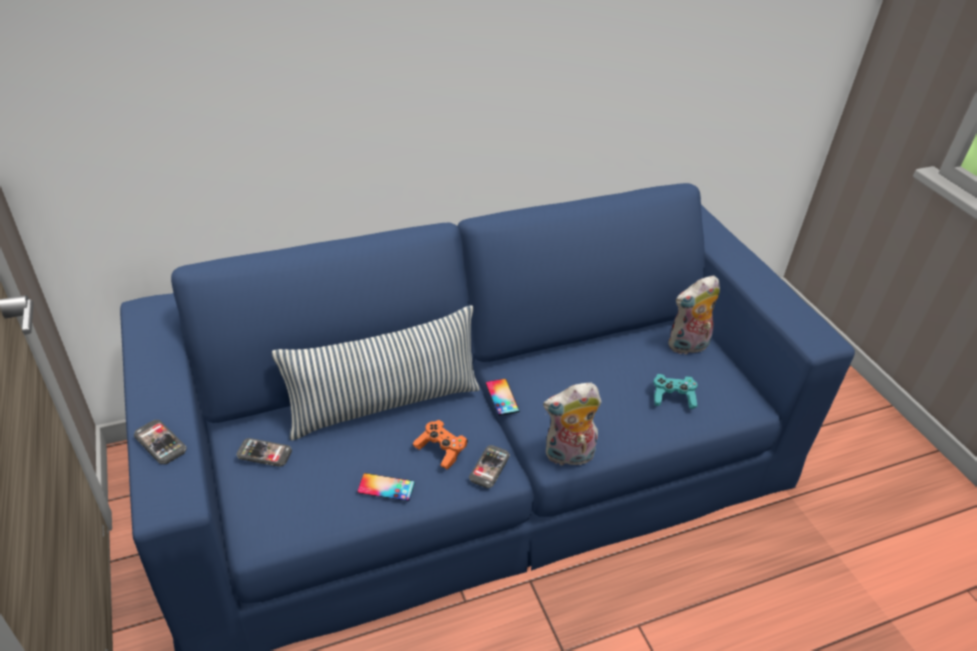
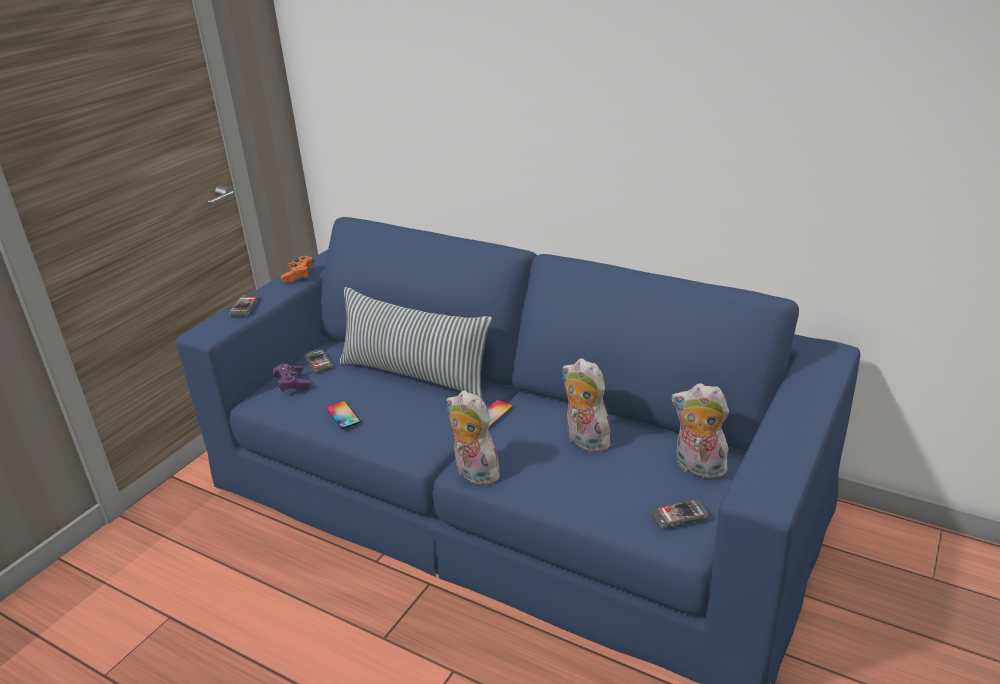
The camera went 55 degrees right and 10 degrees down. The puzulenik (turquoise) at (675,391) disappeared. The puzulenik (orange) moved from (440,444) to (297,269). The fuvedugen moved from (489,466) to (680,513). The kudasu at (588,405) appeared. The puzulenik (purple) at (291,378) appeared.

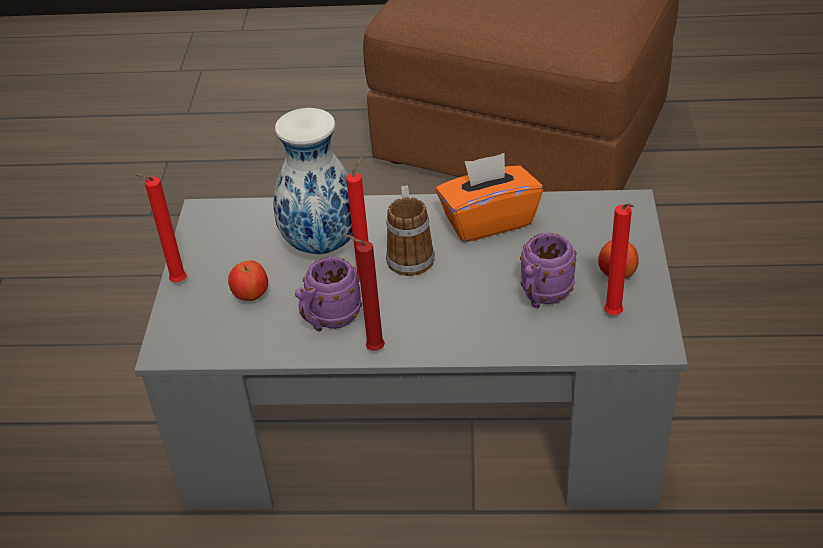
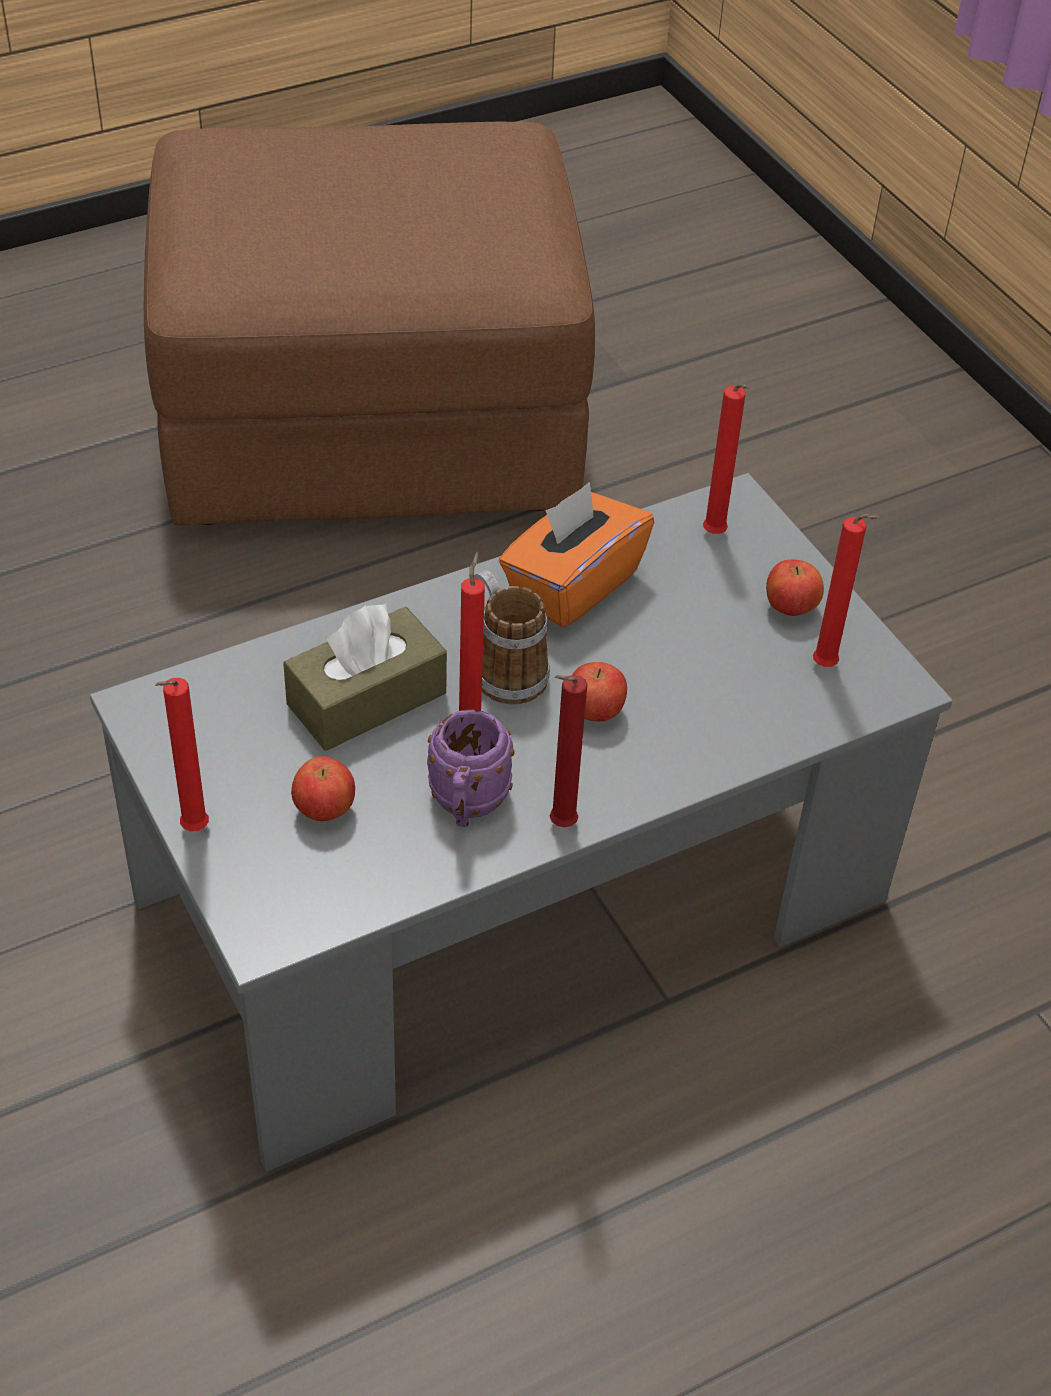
The camera went 35 degrees left and 5 degrees up. The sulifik at (313,181) was replaced by the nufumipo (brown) at (365,677). The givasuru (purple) at (548,270) disappeared. The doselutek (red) at (726,459) appeared. The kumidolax at (599,692) appeared.

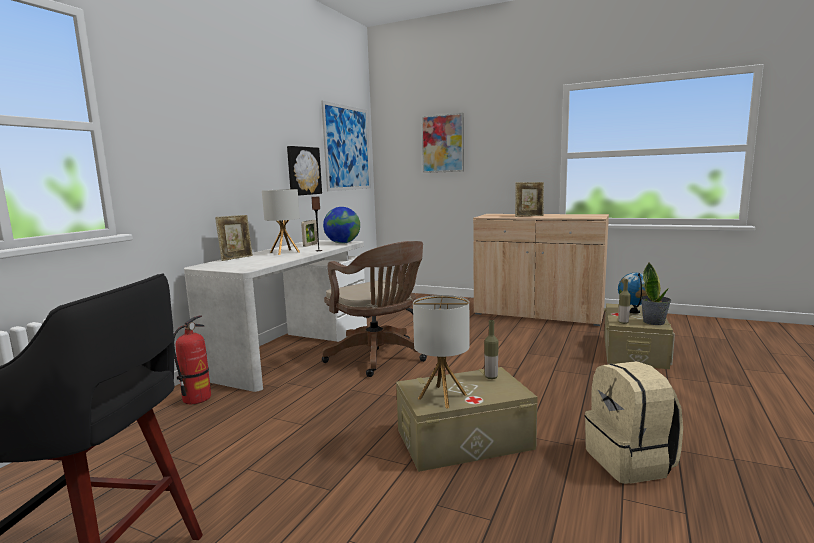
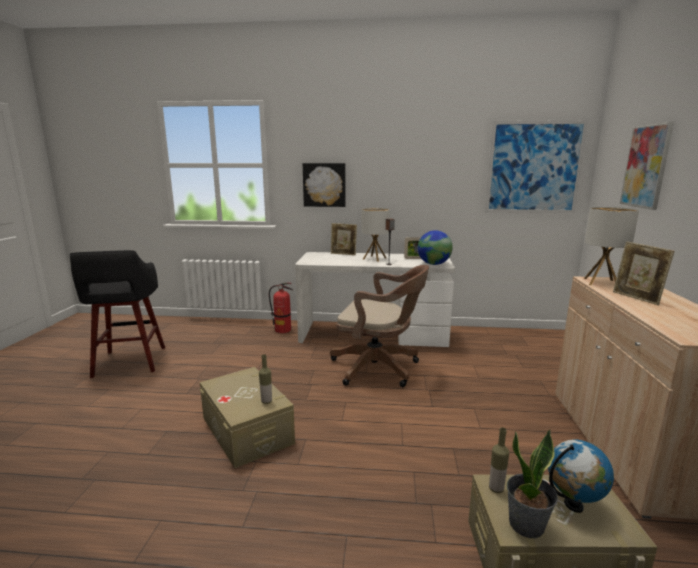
The camera went 70 degrees right and 5 degrees up. The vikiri moved from (304,171) to (324,185). The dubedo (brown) at (374,309) turned 105 degrees counterclockwise. The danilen moved from (441,352) to (611,246). The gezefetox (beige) at (634,422) disappeared.

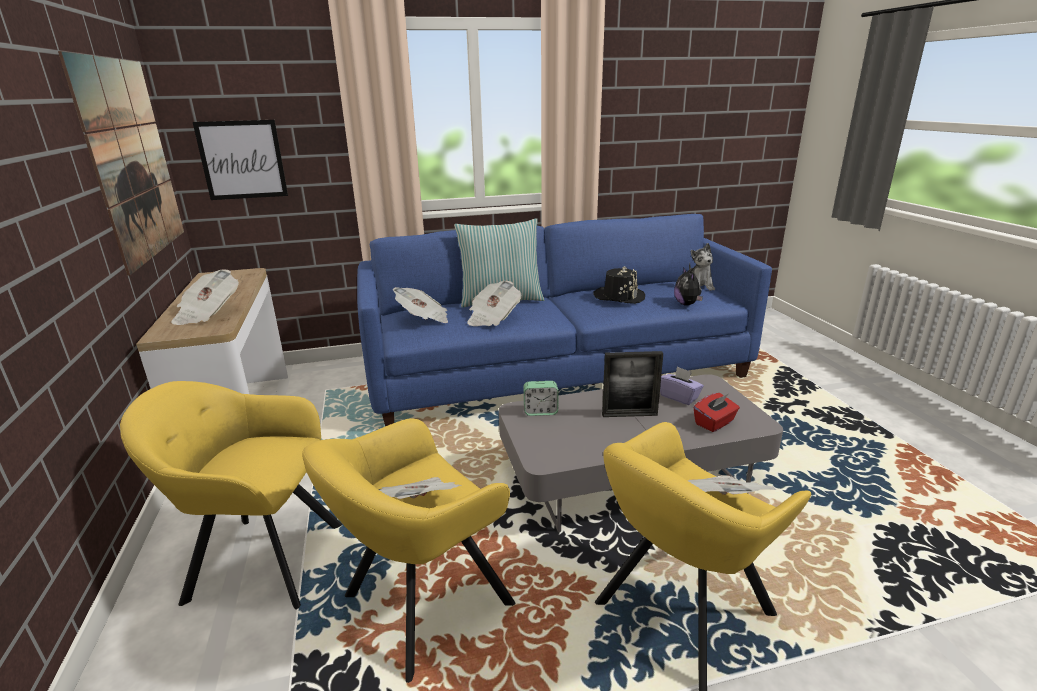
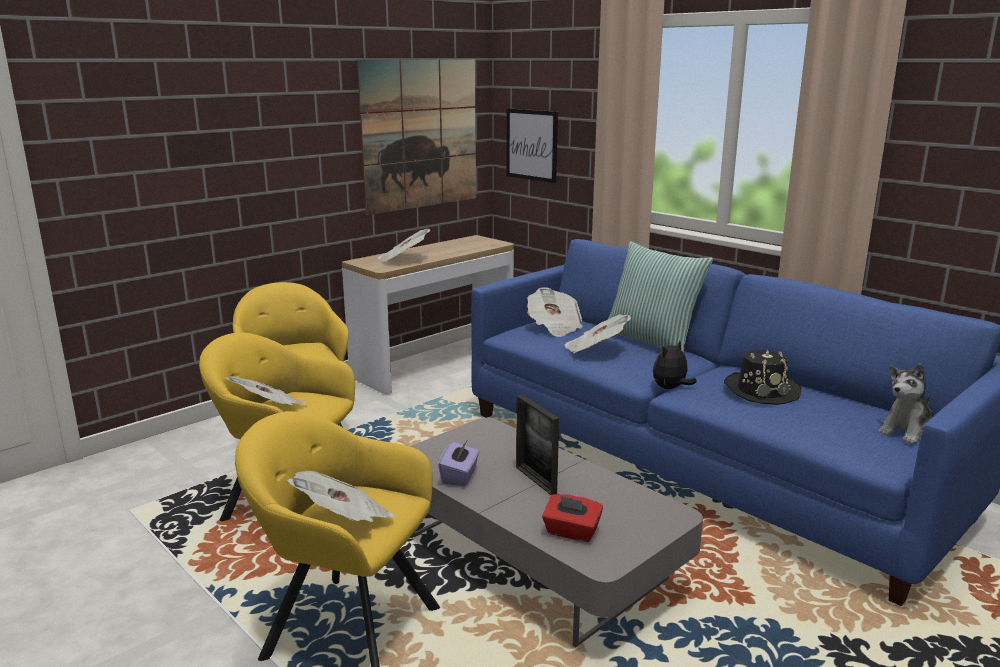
The camera went 60 degrees right and 5 degrees down. The kudasu moved from (688,286) to (675,364). The nufumipo (purple) moved from (682,386) to (458,463). The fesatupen at (541,398) disappeared.

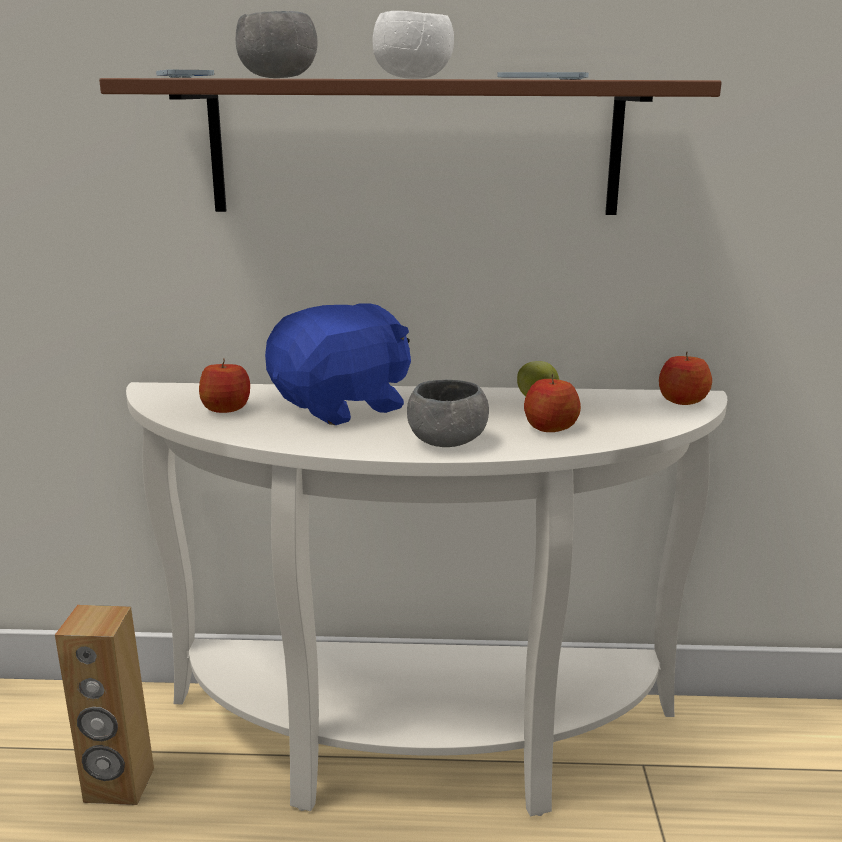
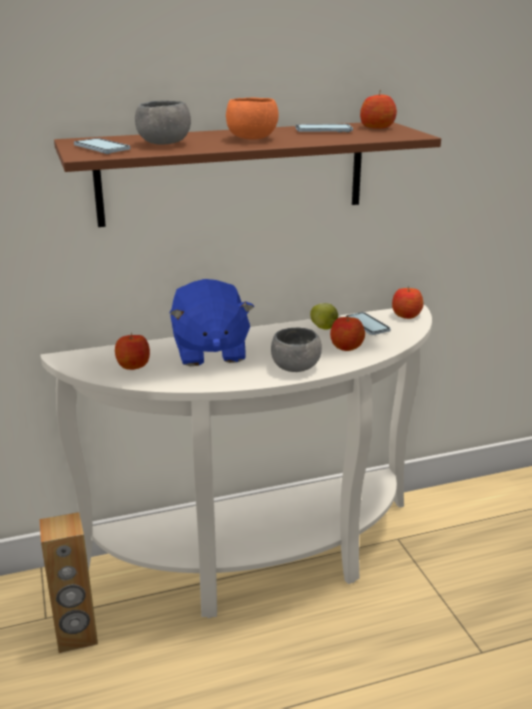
The camera went 20 degrees left and 5 degrees up. The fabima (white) at (413,45) became the fabima (orange) at (252,118). The kudasu (blue) at (338,364) turned 135 degrees clockwise. The kumidolax at (378,110) appeared. The fuvedugen at (368,323) appeared.

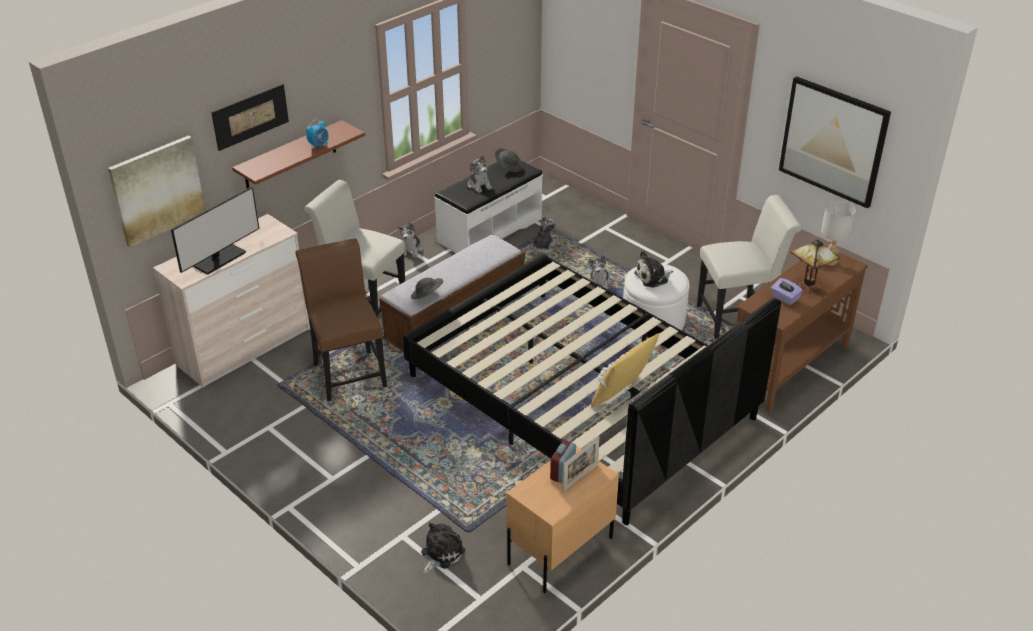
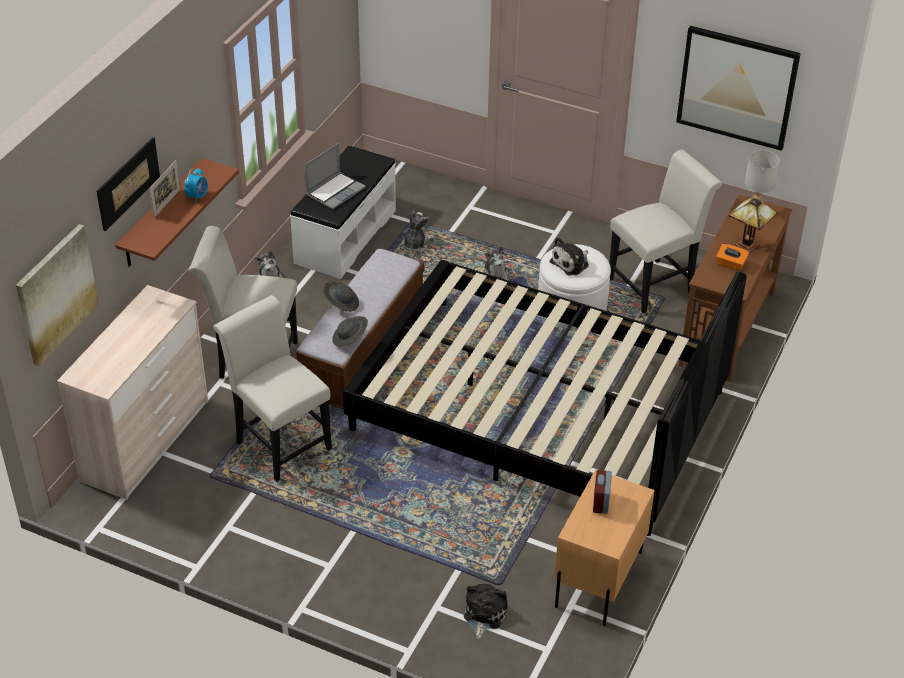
The camera went 20 degrees left and 5 degrees up. The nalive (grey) moved from (509,160) to (341,296). The kudasu at (480,174) was replaced by the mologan at (335,176). The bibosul at (215,230) disappeared. The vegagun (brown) at (341,319) became the vegagun (white) at (272,388). The nufumipo (purple) at (787,291) became the nufumipo (orange) at (732,257). The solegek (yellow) at (625,370) disappeared. The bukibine moved from (581,464) to (164,189).

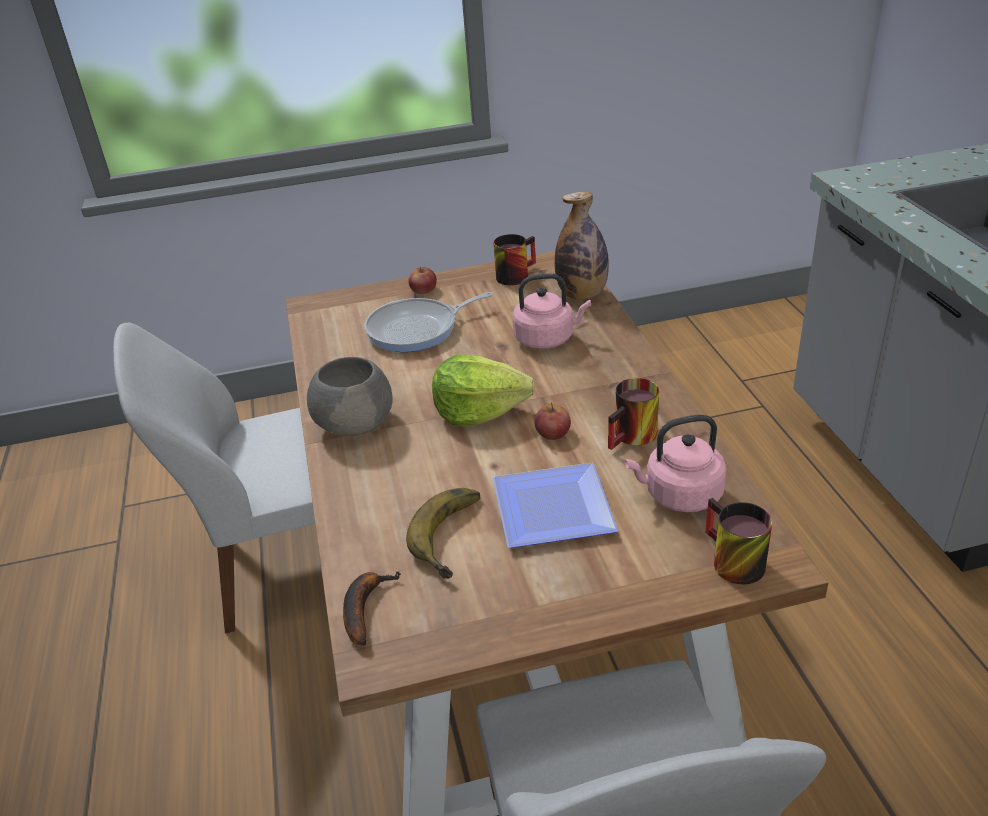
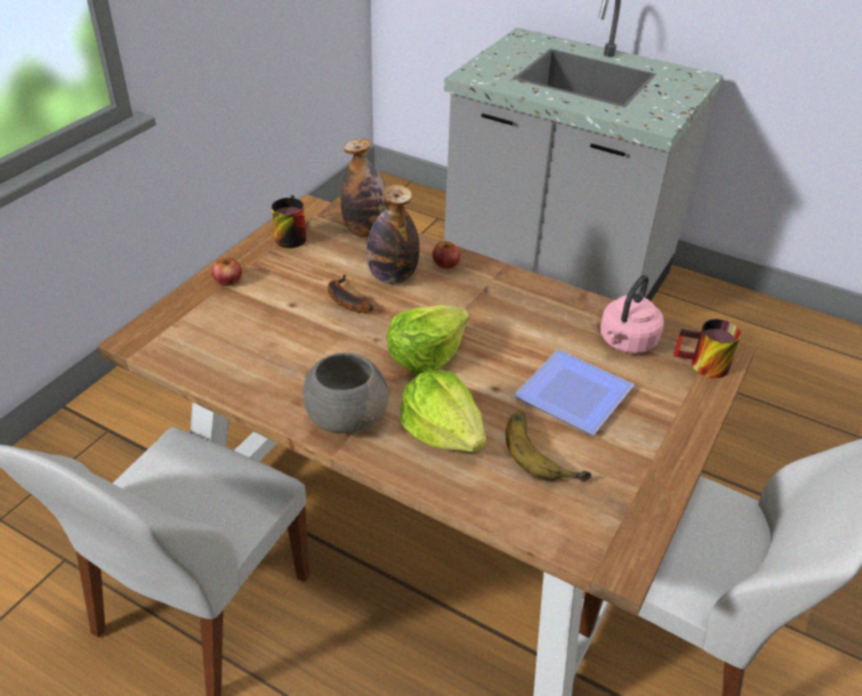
The camera went 50 degrees left and 5 degrees up. The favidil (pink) at (552,311) was replaced by the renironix at (393,234). The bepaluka at (428,322) disappeared. The givasuru at (633,414) disappeared. The kumidolax moved from (552,421) to (446,255). The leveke moved from (372,608) to (350,293). The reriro at (443,411) appeared.

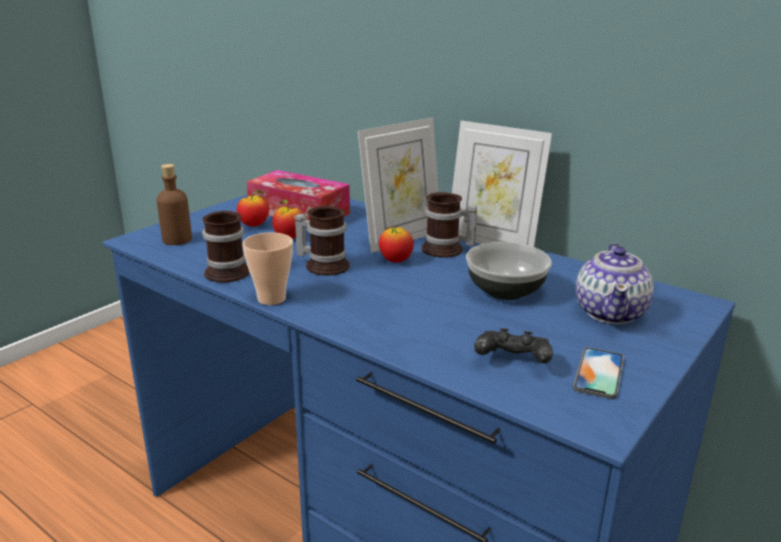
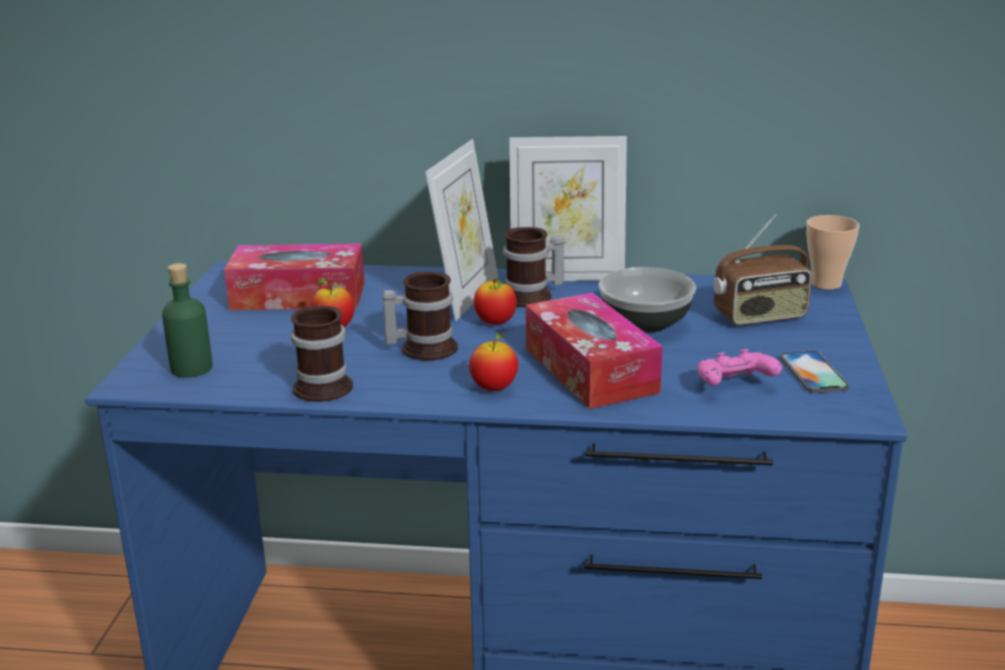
The camera went 30 degrees left and 0 degrees up. The renironix (brown) at (174,204) became the renironix (green) at (187,320). The kumidolax moved from (253,208) to (493,362). The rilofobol moved from (267,268) to (833,252). The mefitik at (615,283) was replaced by the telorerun at (762,269). The puzulenik (black) at (513,346) became the puzulenik (pink) at (739,367). The nufumipo at (594,351) appeared.

